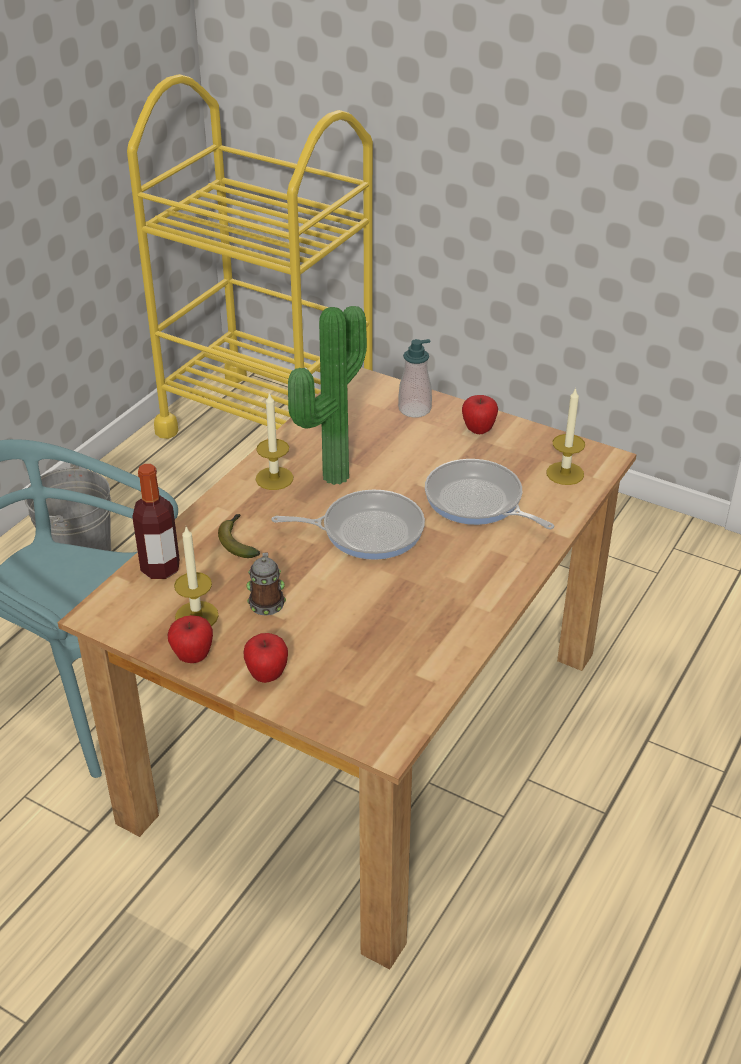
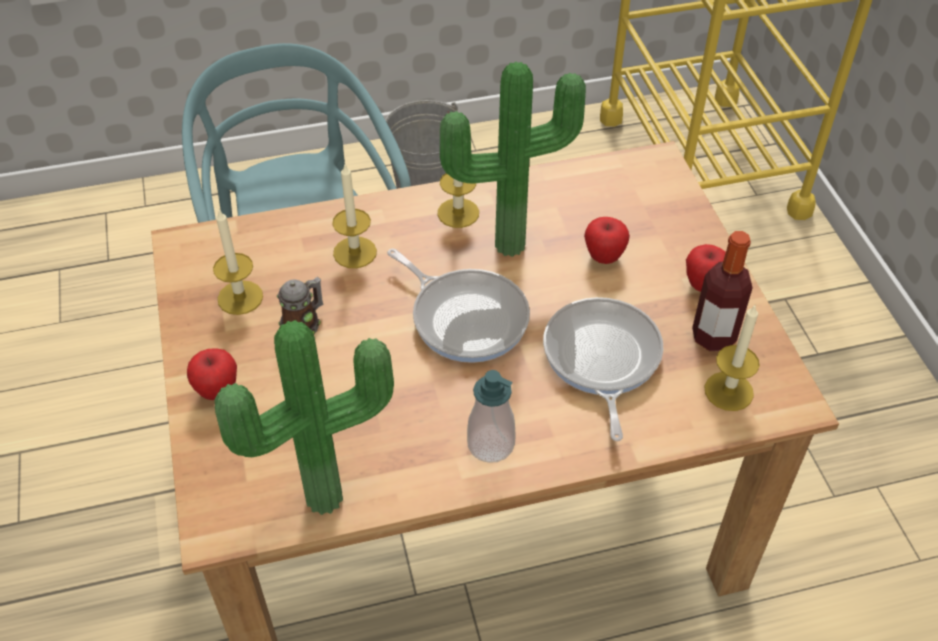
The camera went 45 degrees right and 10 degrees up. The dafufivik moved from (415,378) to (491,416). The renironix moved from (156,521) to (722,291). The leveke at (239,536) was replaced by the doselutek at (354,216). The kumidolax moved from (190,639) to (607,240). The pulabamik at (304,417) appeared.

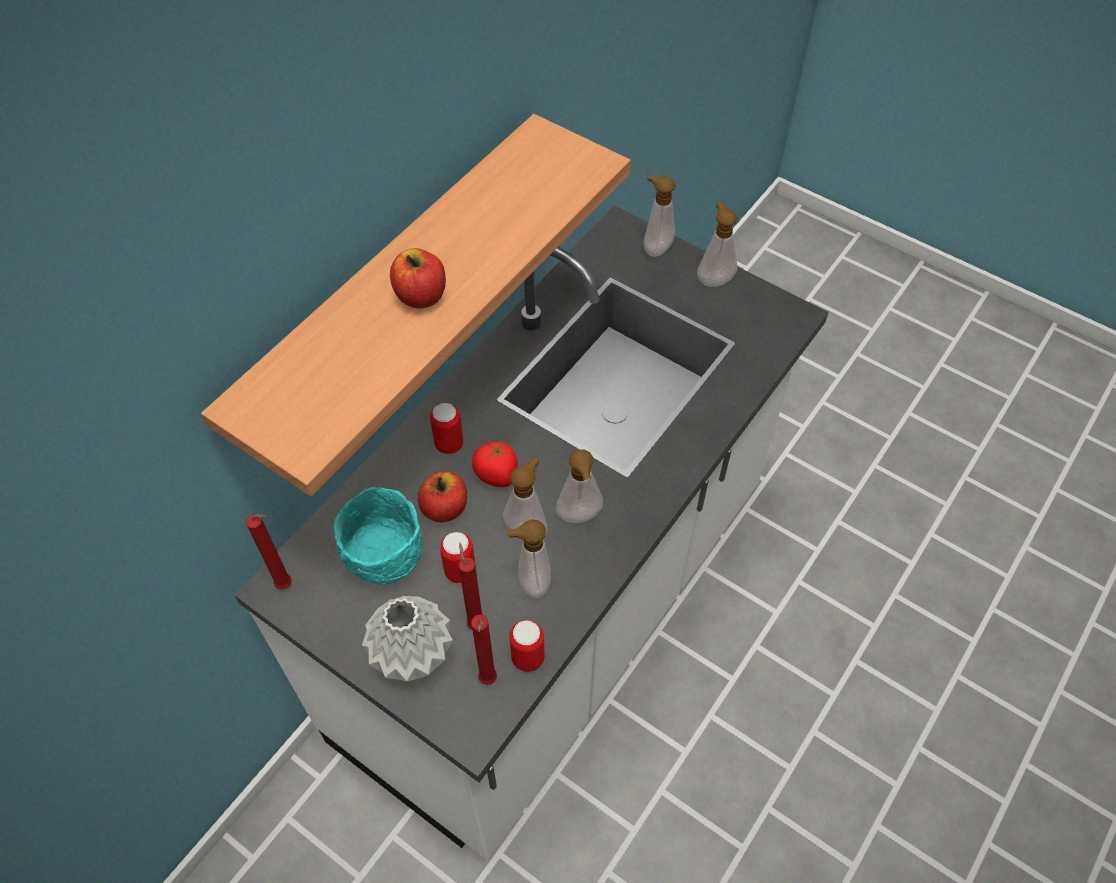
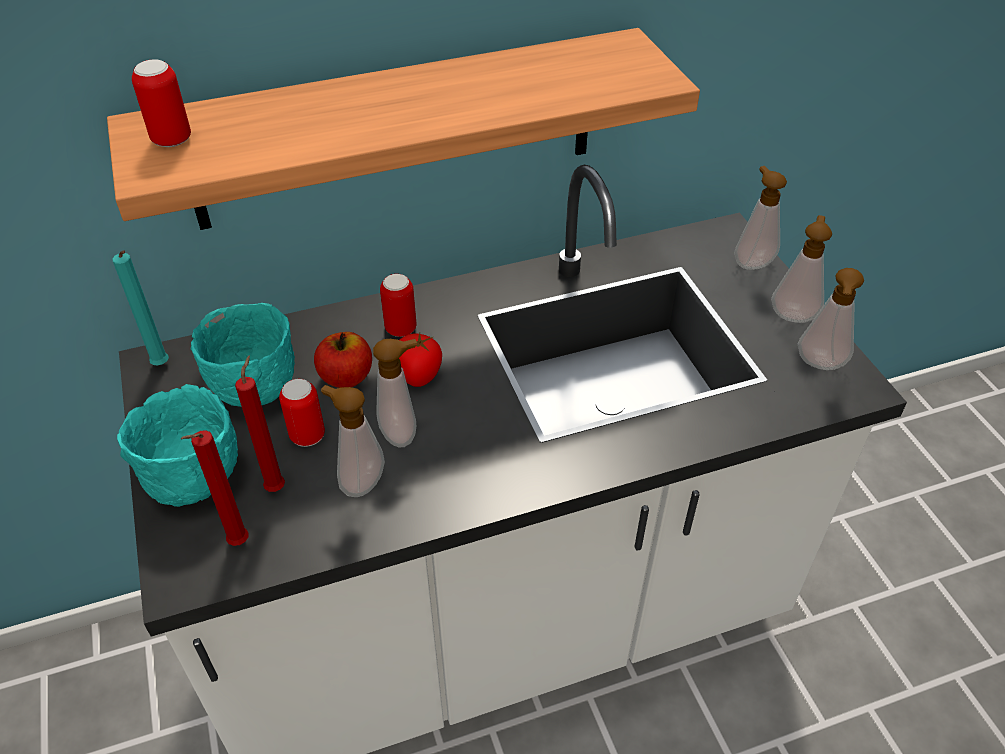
The camera went 35 degrees right and 10 degrees down. The kumidolax at (418,278) disappeared. The dafufivik moved from (579,486) to (831,319). The doselutek (red) at (269,551) became the doselutek (turquoise) at (140,307). The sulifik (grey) at (407,638) was replaced by the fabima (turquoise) at (177,445). The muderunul moved from (526,646) to (161,103).

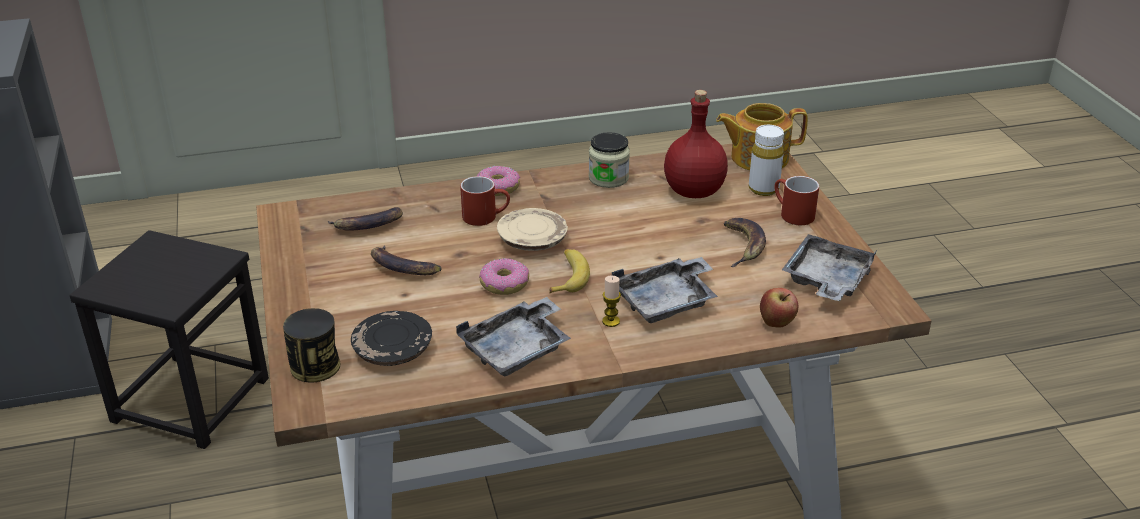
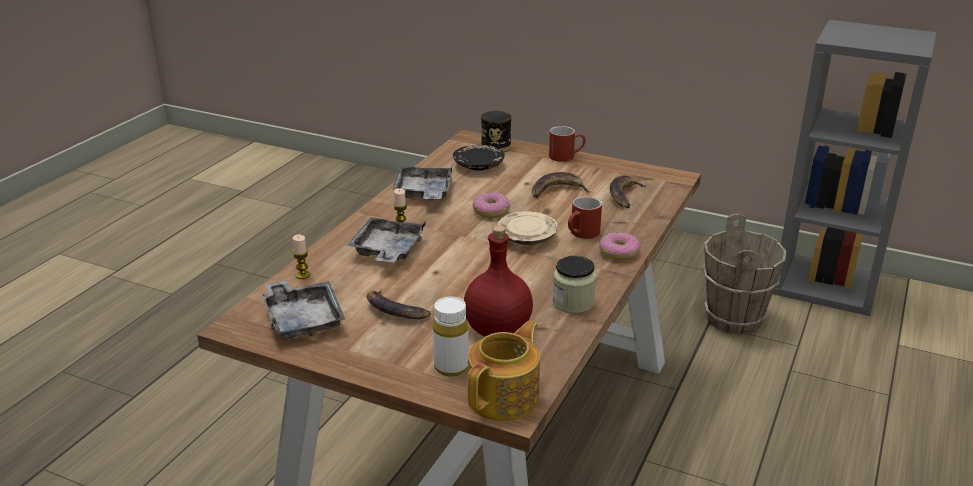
The camera went 130 degrees right and 5 degrees down. The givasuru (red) moved from (796,200) to (567,144). The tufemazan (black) at (169,339) was replaced by the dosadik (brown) at (744,274). The leveke at (569,271) disappeared. The kumidolax at (779,308) was replaced by the doselutek at (301,257).

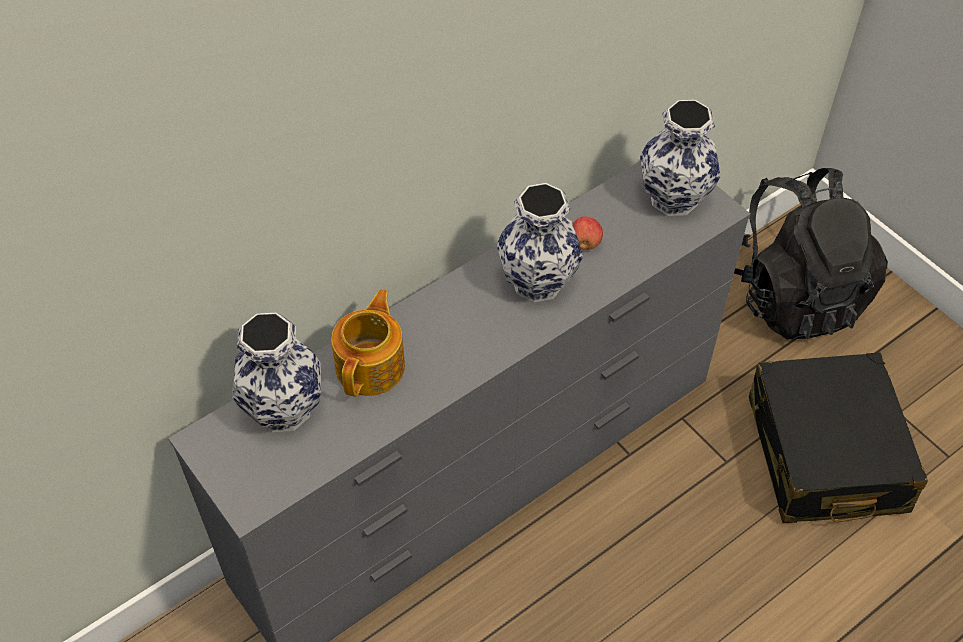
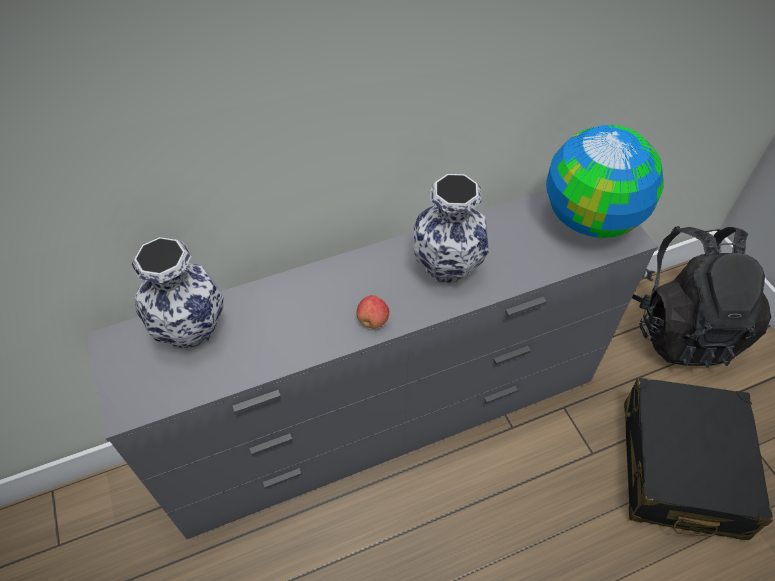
The camera went 15 degrees right and 0 degrees up. The sulifik at (680,158) was replaced by the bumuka at (605,181). The kumidolax moved from (588,233) to (373,312). The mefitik at (368,343) disappeared.

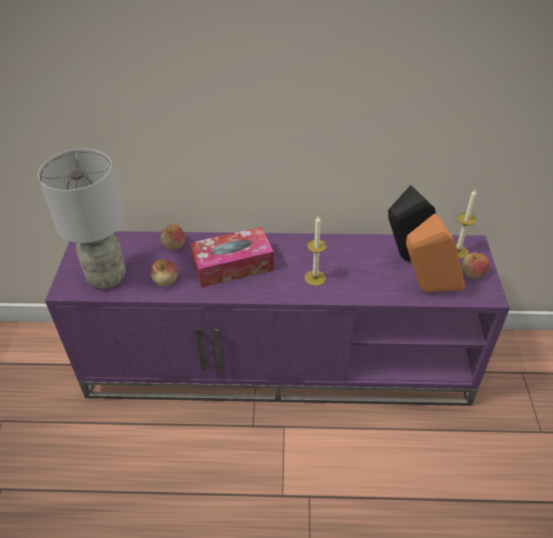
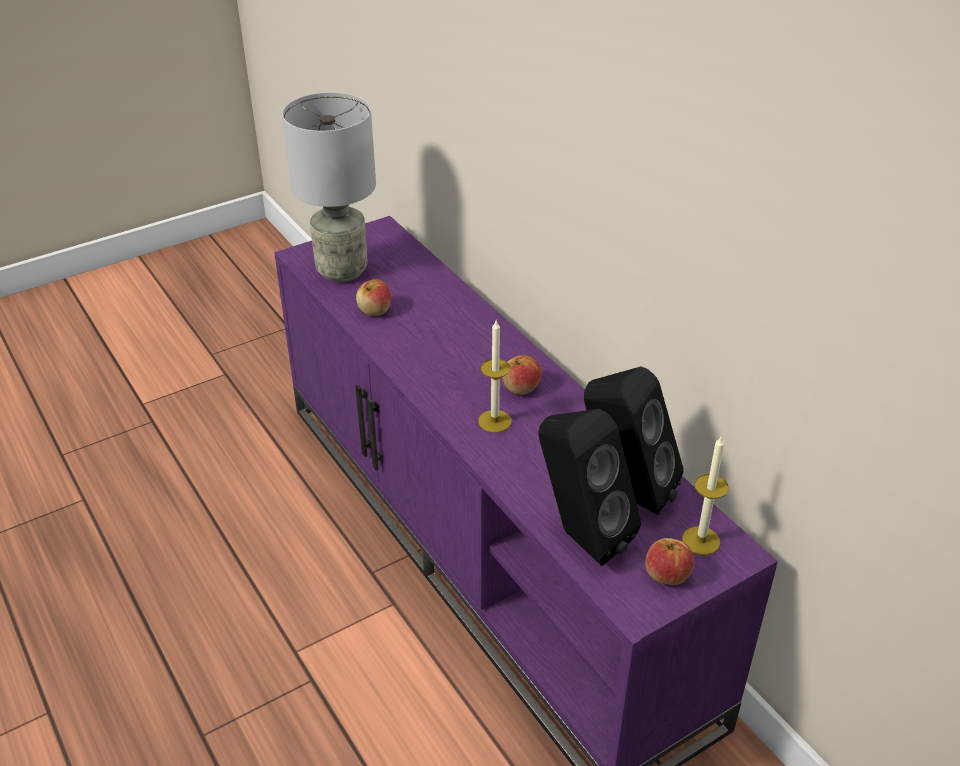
The camera went 55 degrees right and 5 degrees down. The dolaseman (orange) at (435,253) became the dolaseman (black) at (589,487). The kumidolax moved from (172,237) to (521,375). The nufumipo at (232,257) disappeared.

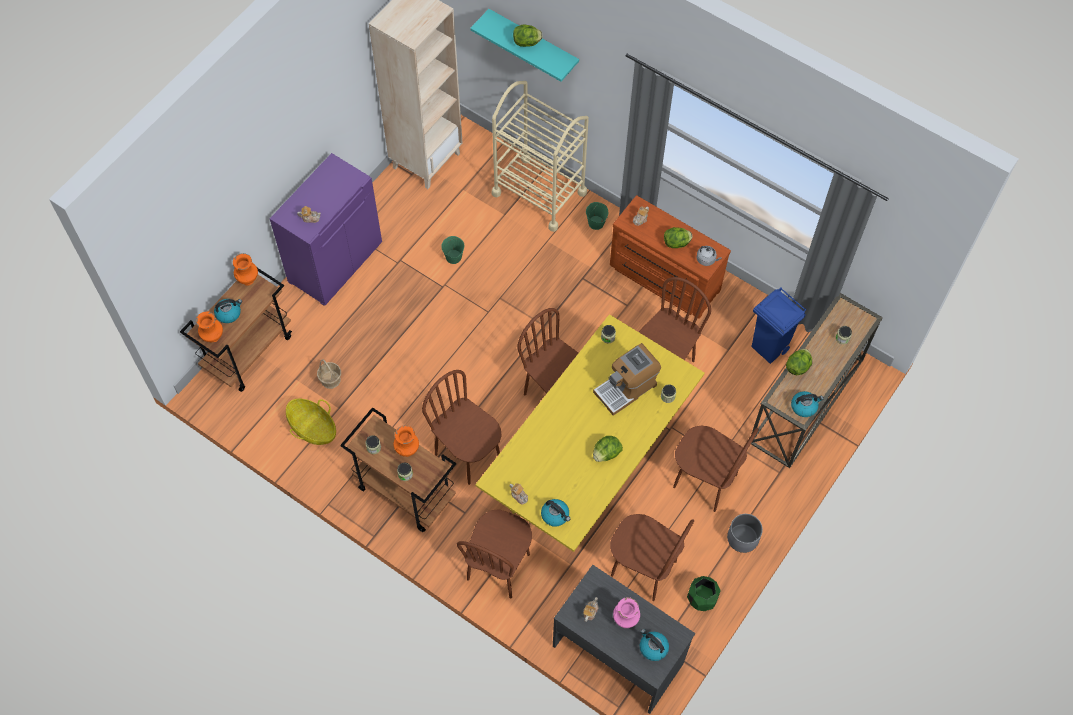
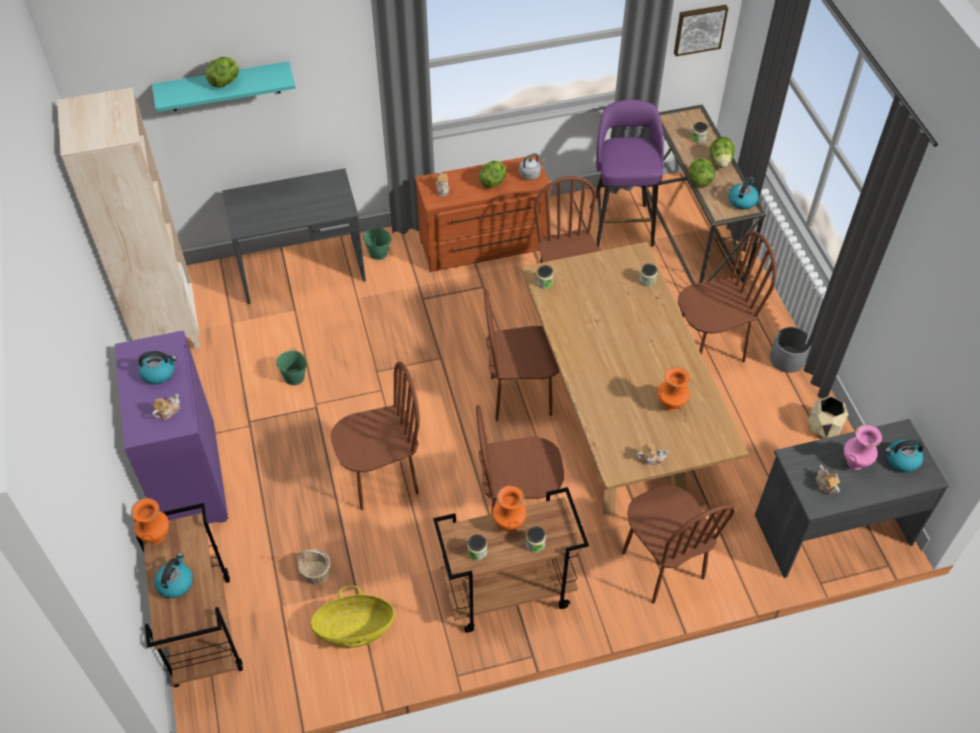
The camera went 50 degrees left and 10 degrees down. The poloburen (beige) at (540,156) was replaced by the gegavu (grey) at (294,236). The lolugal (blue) at (778,325) was replaced by the tufemazan (purple) at (627,173). The sulifik (orange) moved from (209,327) to (674,388). The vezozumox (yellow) at (590,433) became the vezozumox (brown) at (635,378). The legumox at (627,379) disappeared. The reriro moved from (608,449) to (722,152). The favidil moved from (555,513) to (157,367). The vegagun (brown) moved from (652,557) to (375,436). The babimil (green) at (704,593) became the babimil (beige) at (828,417). The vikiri at (701,30) appeared.

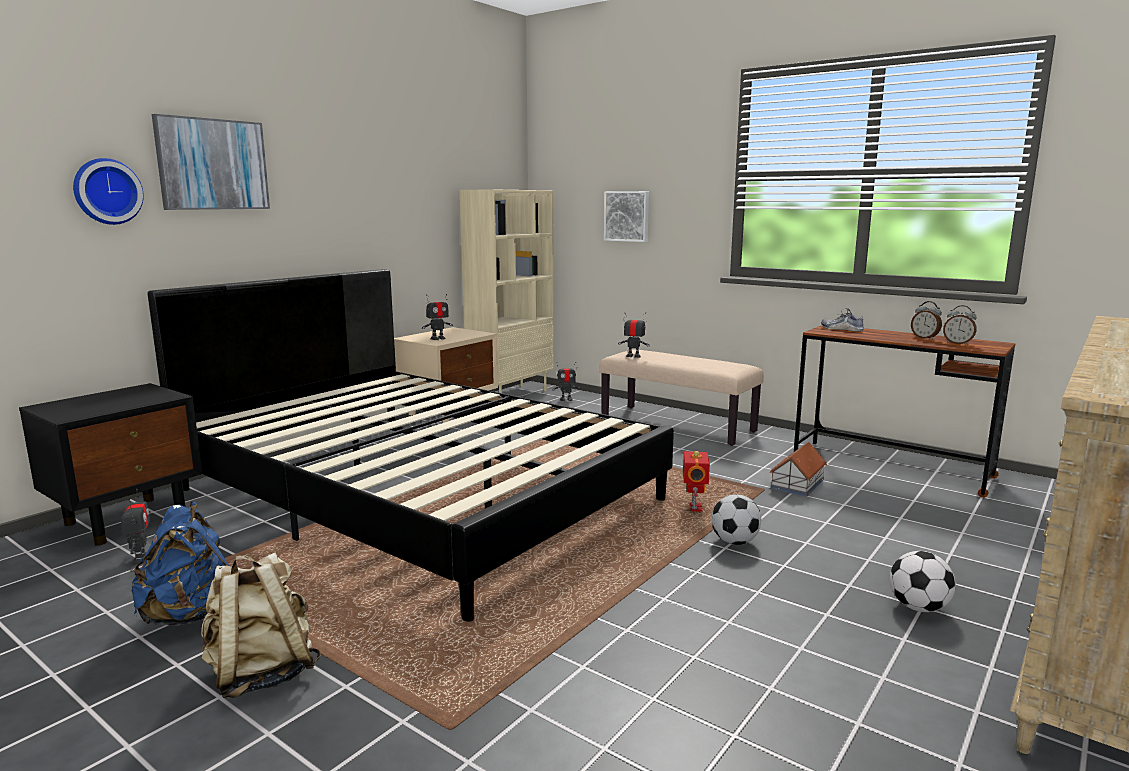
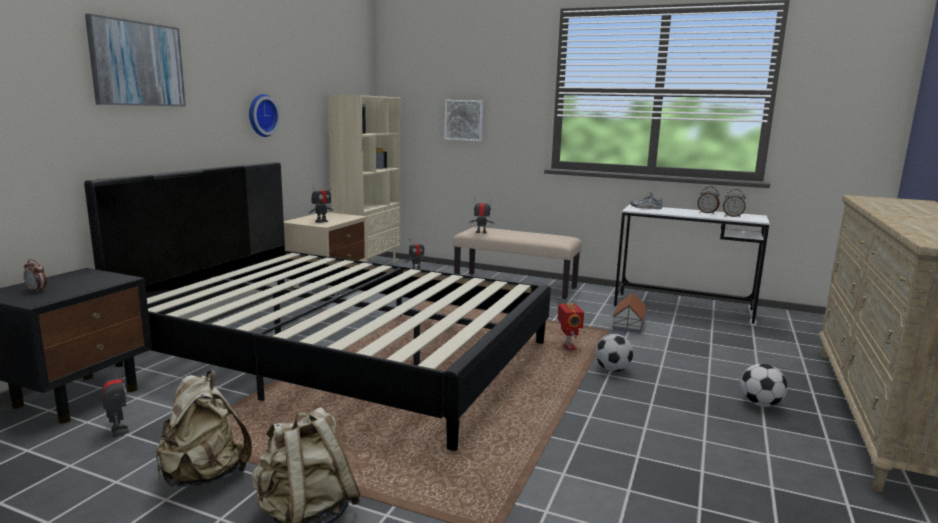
The camera went 15 degrees left and 0 degrees up. The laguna moved from (108,191) to (264,115). The gegavu (brown) at (905,411) became the gegavu (white) at (692,265). The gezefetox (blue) at (179,563) became the gezefetox (beige) at (204,429). The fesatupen at (35,275) appeared.

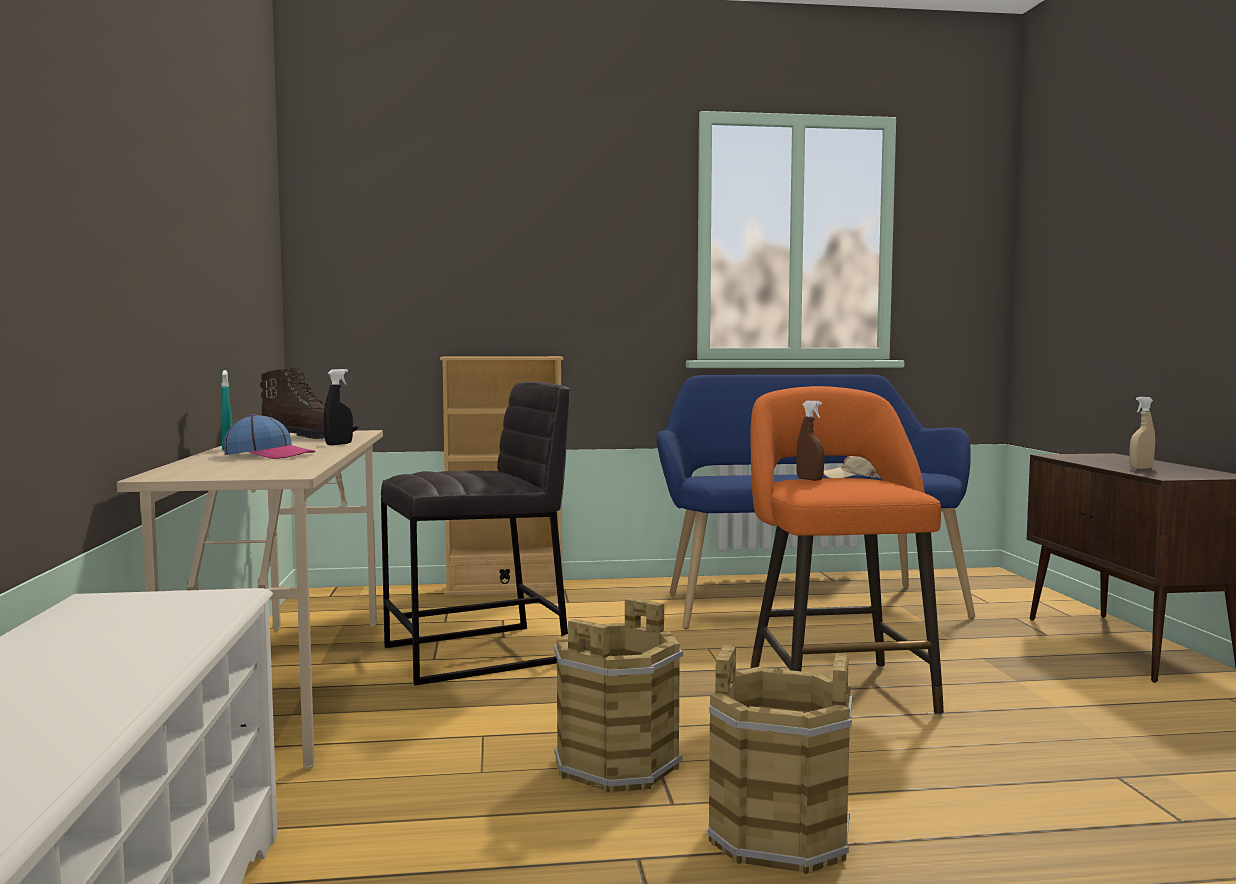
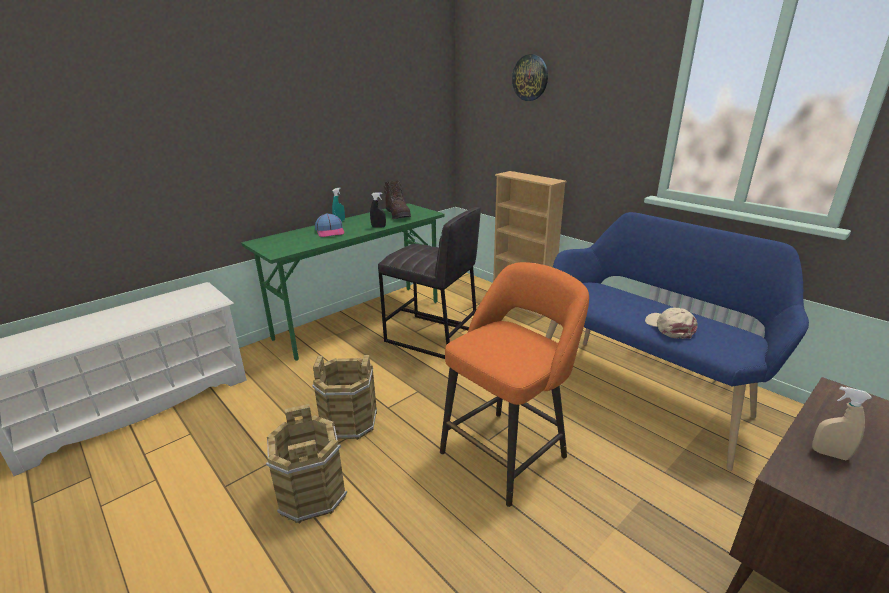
The camera went 55 degrees right and 20 degrees up. The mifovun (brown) at (810,441) disappeared. The gegavu (beige) at (250,599) became the gegavu (green) at (343,282). The laguna at (530,77) appeared.

